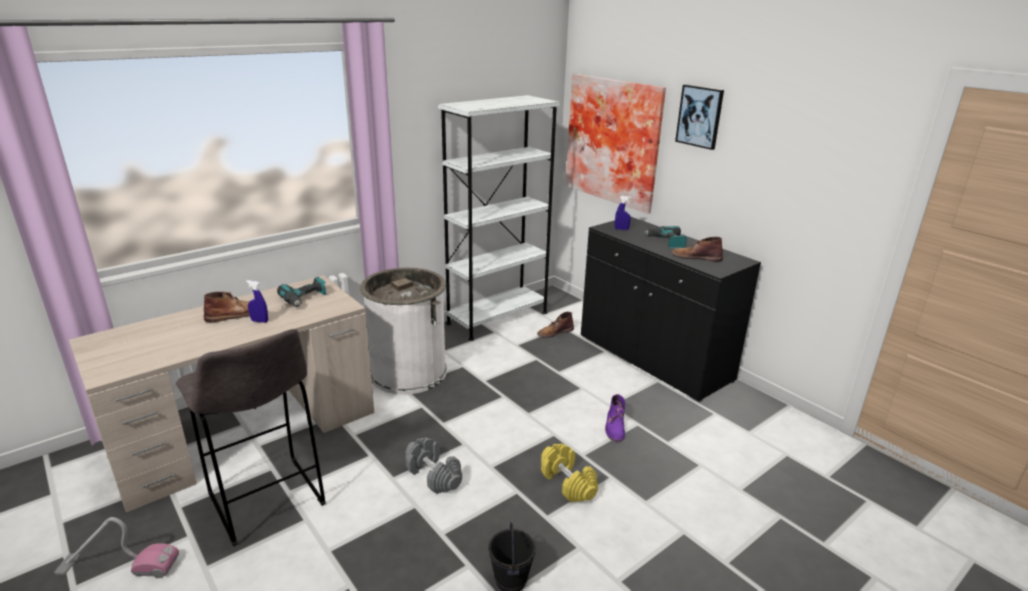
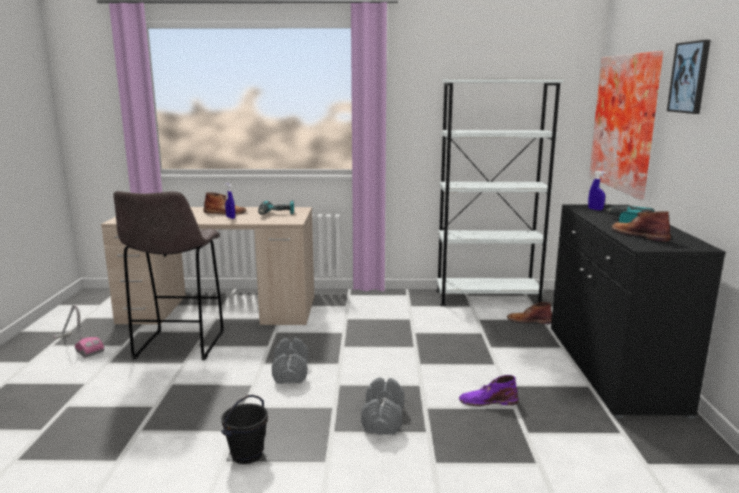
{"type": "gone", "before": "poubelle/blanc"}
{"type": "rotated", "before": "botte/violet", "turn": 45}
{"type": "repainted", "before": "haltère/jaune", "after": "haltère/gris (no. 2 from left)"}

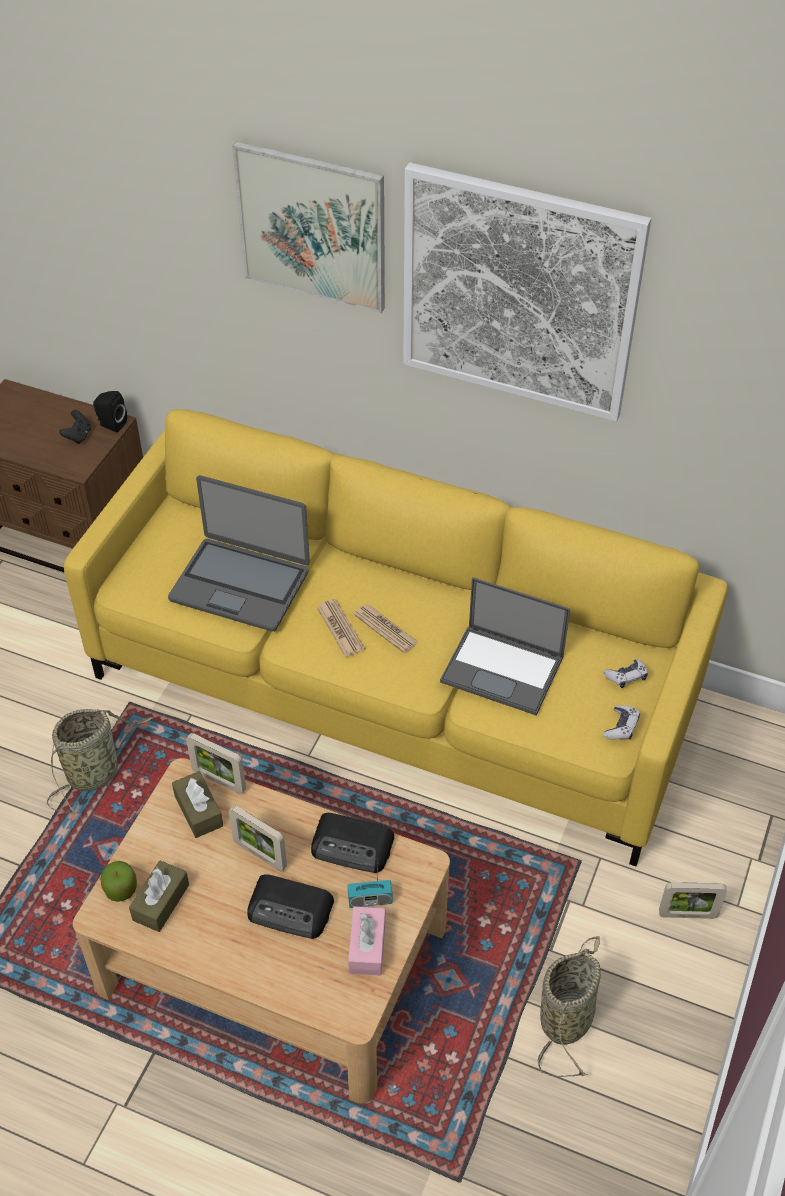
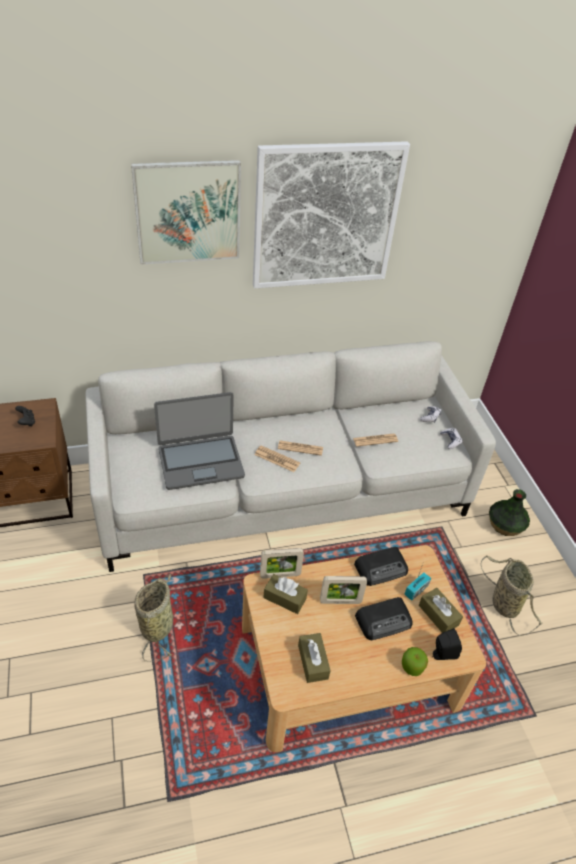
{"type": "shifted", "before": "enceinte/noir"}
{"type": "repainted", "before": "canapé/jaune", "after": "canapé/gris"}
{"type": "swapped", "before": "ordinateur portable (no. 2 from left)", "after": "journal (no. 3 from left)"}
{"type": "shifted", "before": "pomme"}
{"type": "swapped", "before": "cadre photo (no. 3 from left)", "after": "vase"}
{"type": "repainted", "before": "boîte à mouchoirs/rose", "after": "boîte à mouchoirs/marron (no. 3 from left)"}

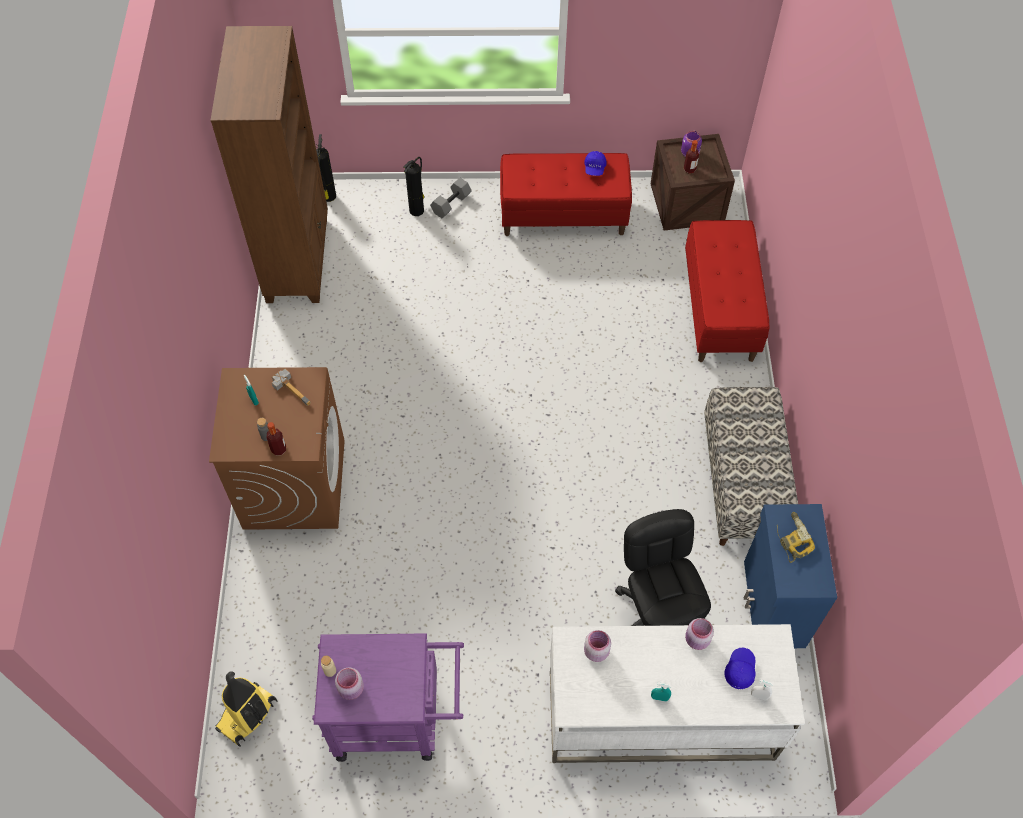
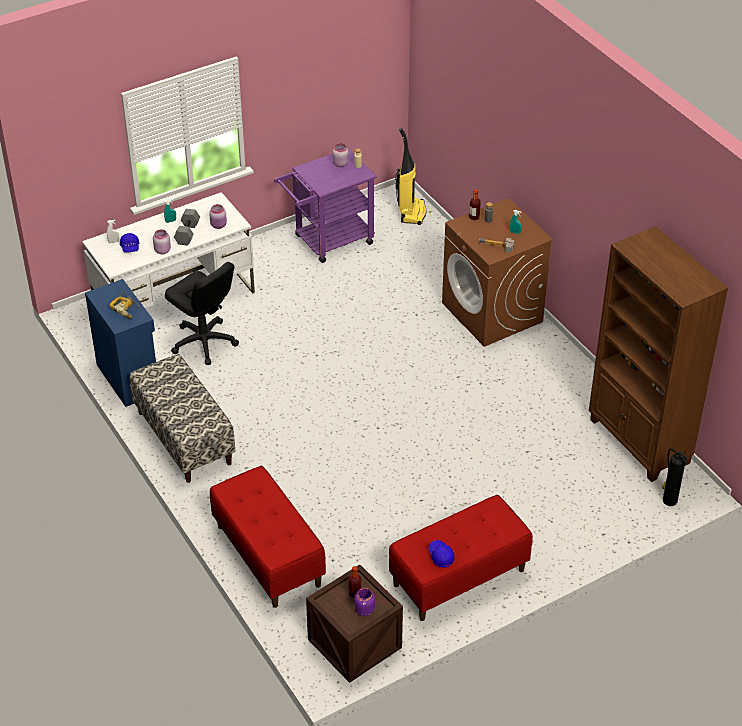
{"type": "gone", "before": "extincteur (no. 2 from left)"}
{"type": "shifted", "before": "haltère/gris"}

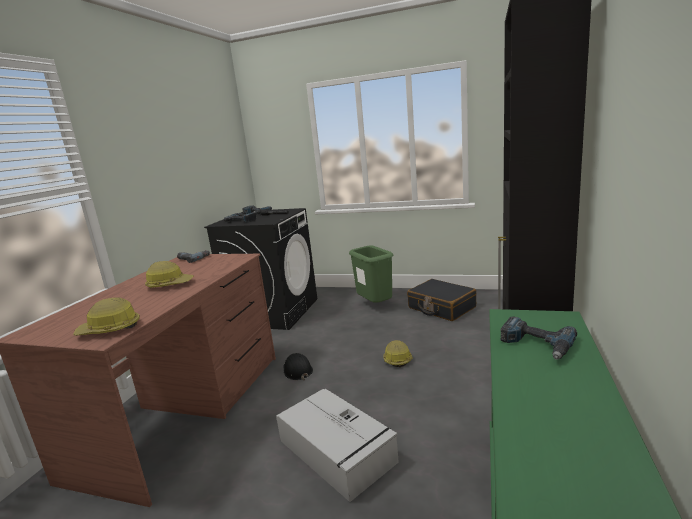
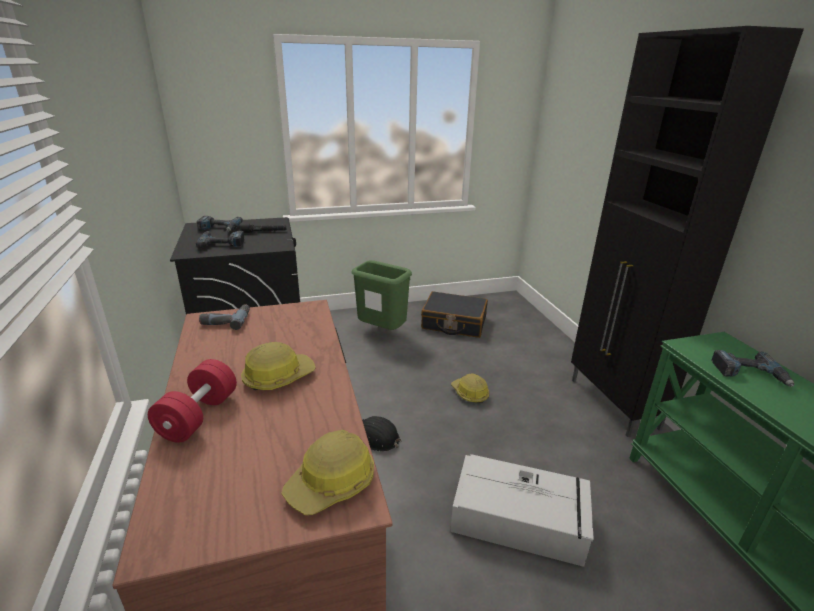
{"type": "new", "after": "haltère/rouge"}

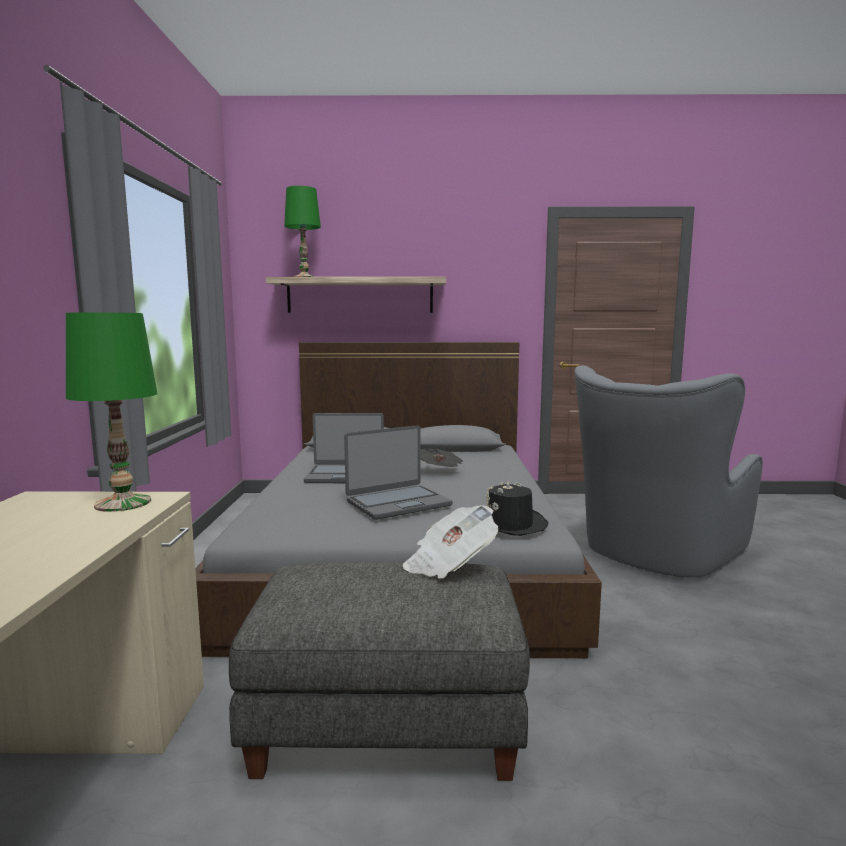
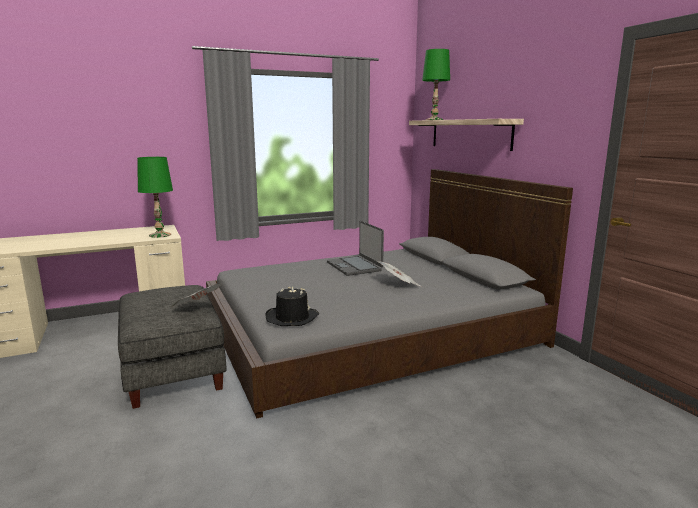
{"type": "gone", "before": "fauteuil/gris"}
{"type": "gone", "before": "ordinateur portable (no. 2 from left)"}

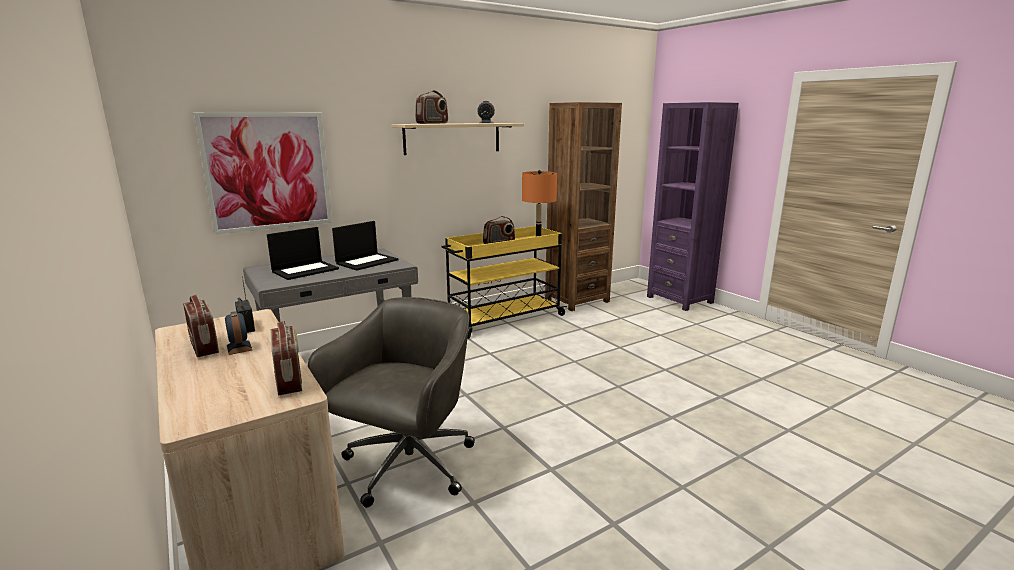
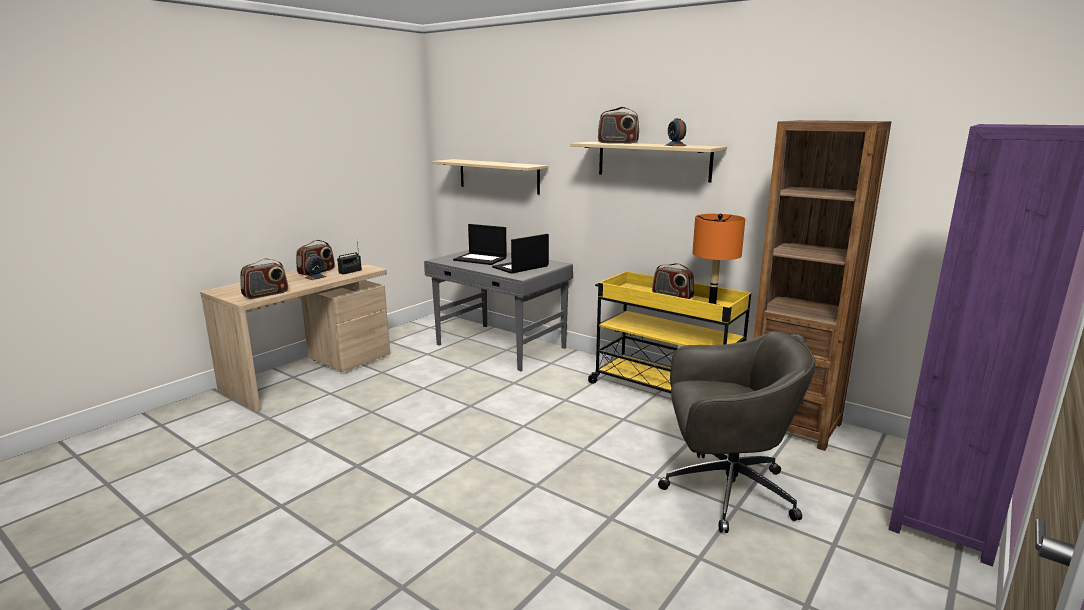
{"type": "swapped", "before": "tableau", "after": "étagère/beige (no. 1 from left)"}
{"type": "rotated", "before": "ordinateur portable (no. 2 from left)", "turn": 120}
{"type": "shifted", "before": "chaise de bureau/gris"}

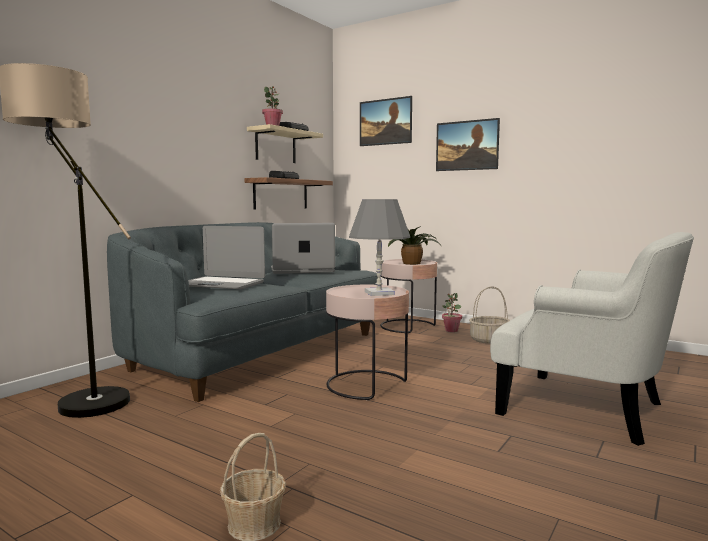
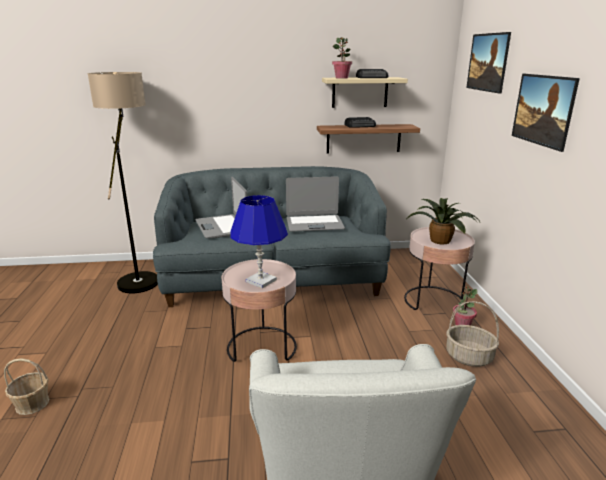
{"type": "repainted", "before": "lampe de table/gris", "after": "lampe de table/bleu"}
{"type": "rotated", "before": "ordinateur portable (no. 2 from left)", "turn": 135}

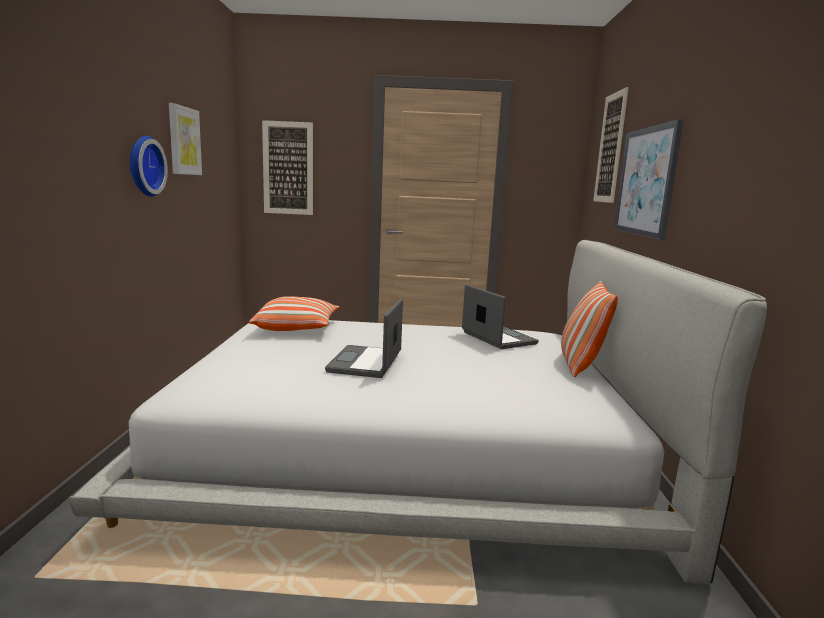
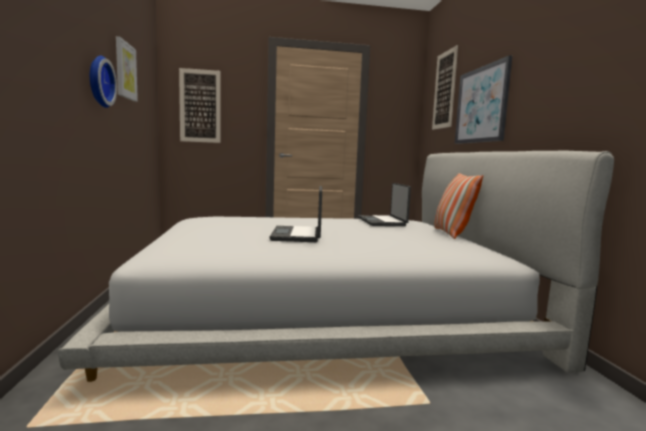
{"type": "rotated", "before": "ordinateur portable (no. 2 from left)", "turn": -150}
{"type": "gone", "before": "coussin (no. 1 from left)"}

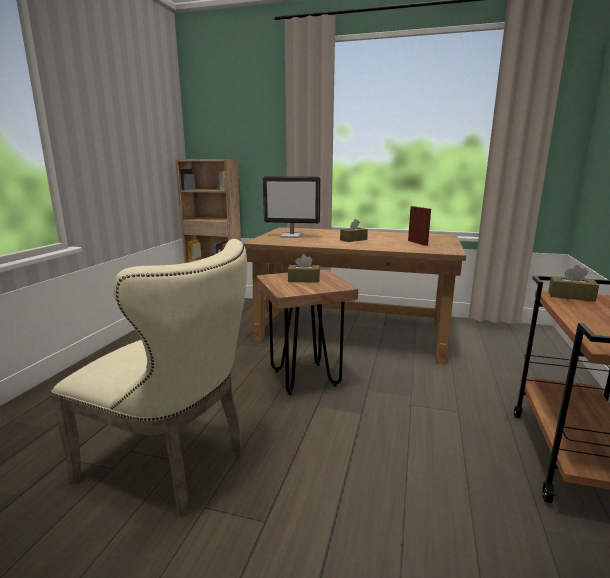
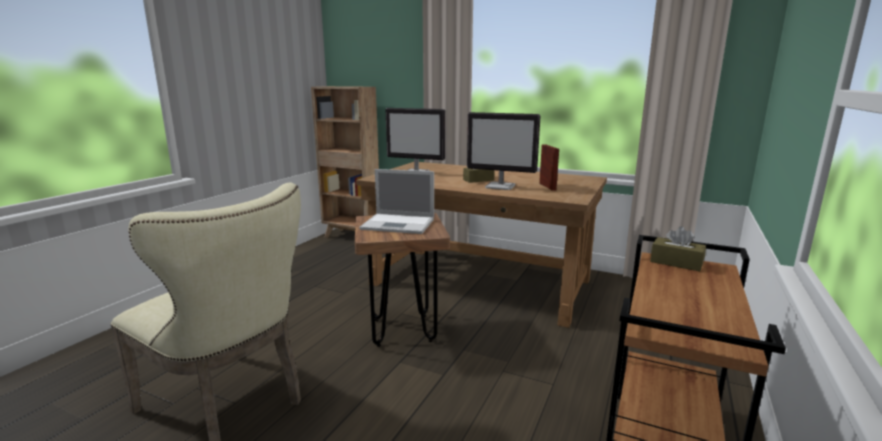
{"type": "swapped", "before": "boîte à mouchoirs/marron (no. 1 from left)", "after": "ordinateur portable"}
{"type": "new", "after": "écran d'ordinateur (no. 2 from left)"}

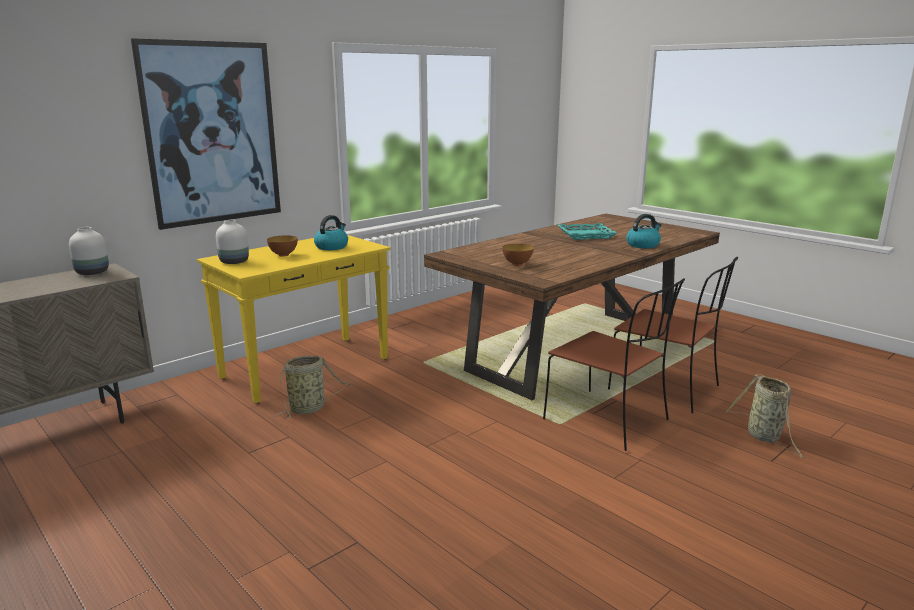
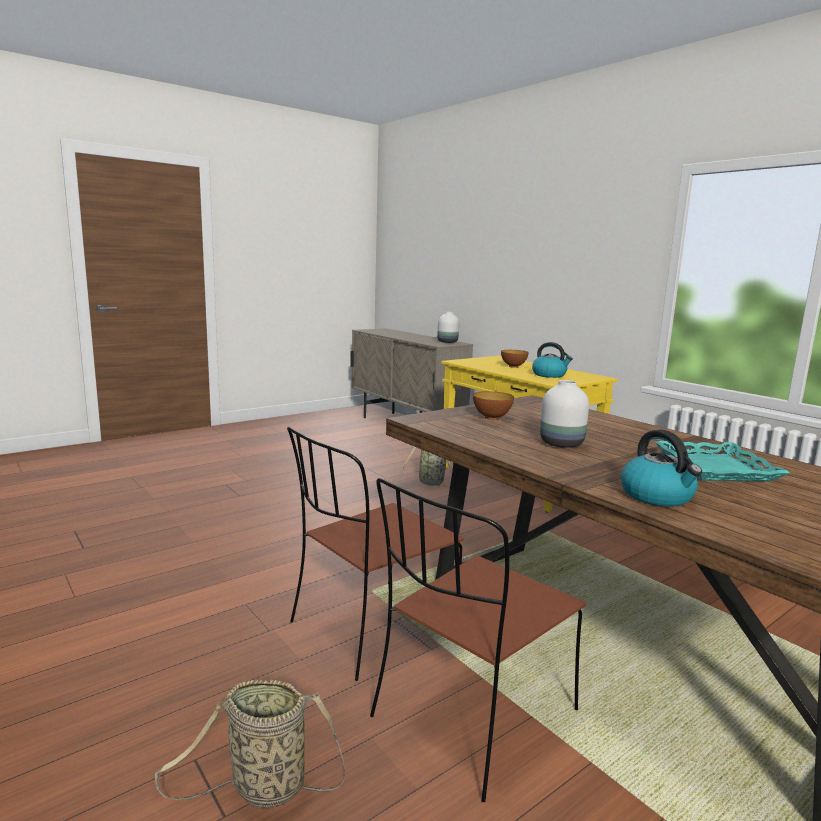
{"type": "gone", "before": "tableau"}
{"type": "shifted", "before": "vase/blanc (no. 2 from left)"}

